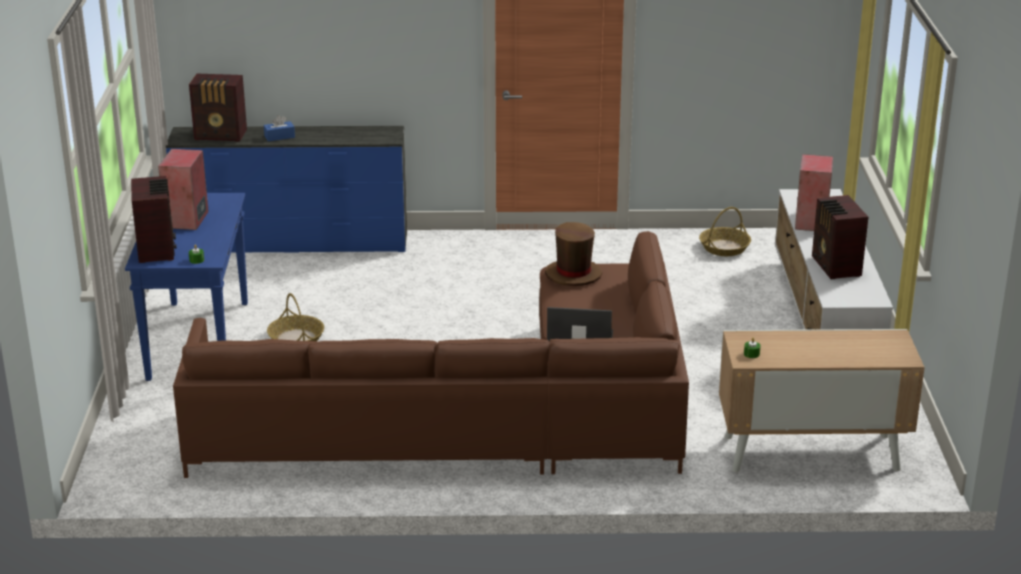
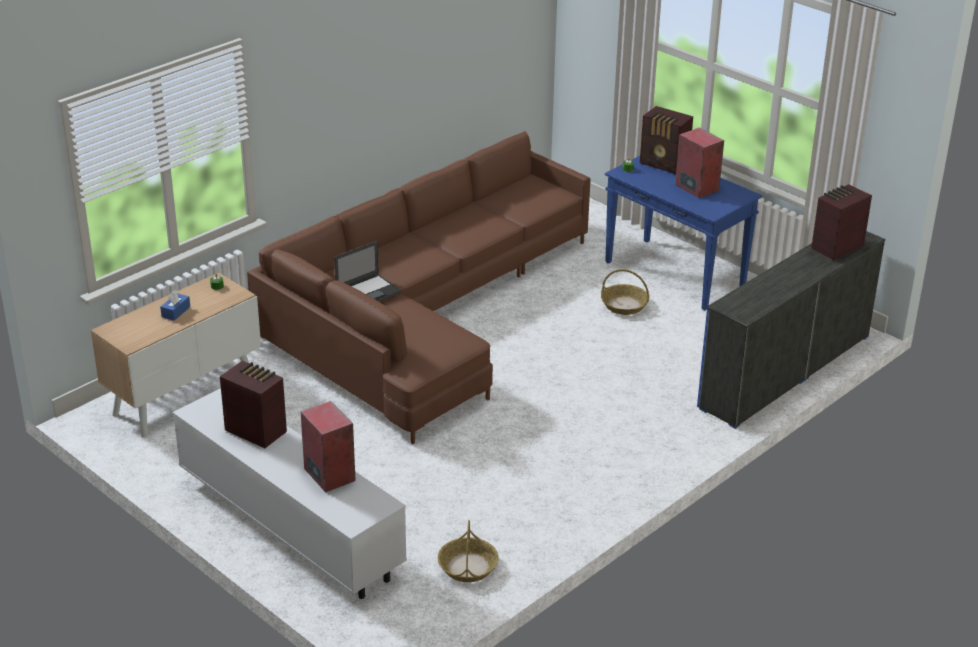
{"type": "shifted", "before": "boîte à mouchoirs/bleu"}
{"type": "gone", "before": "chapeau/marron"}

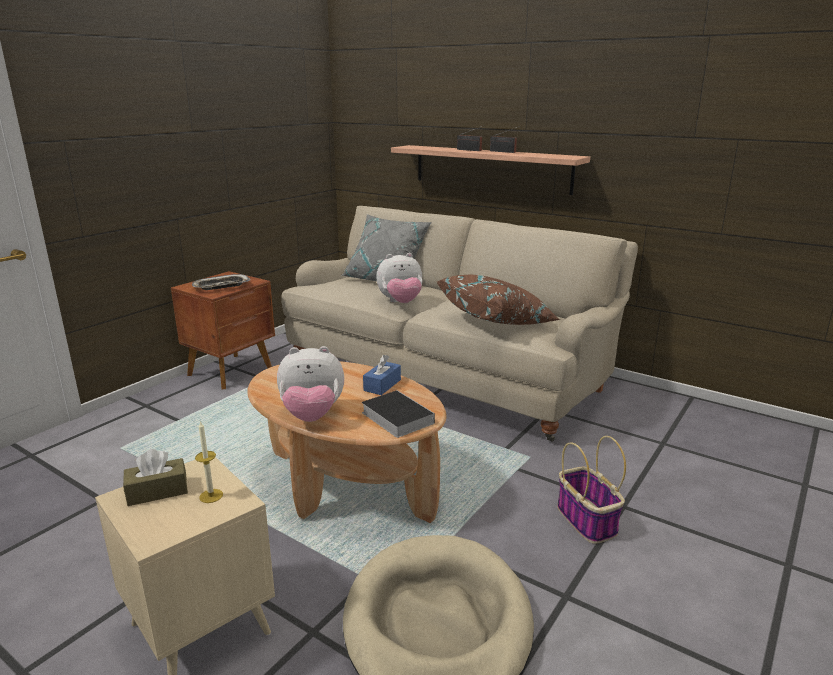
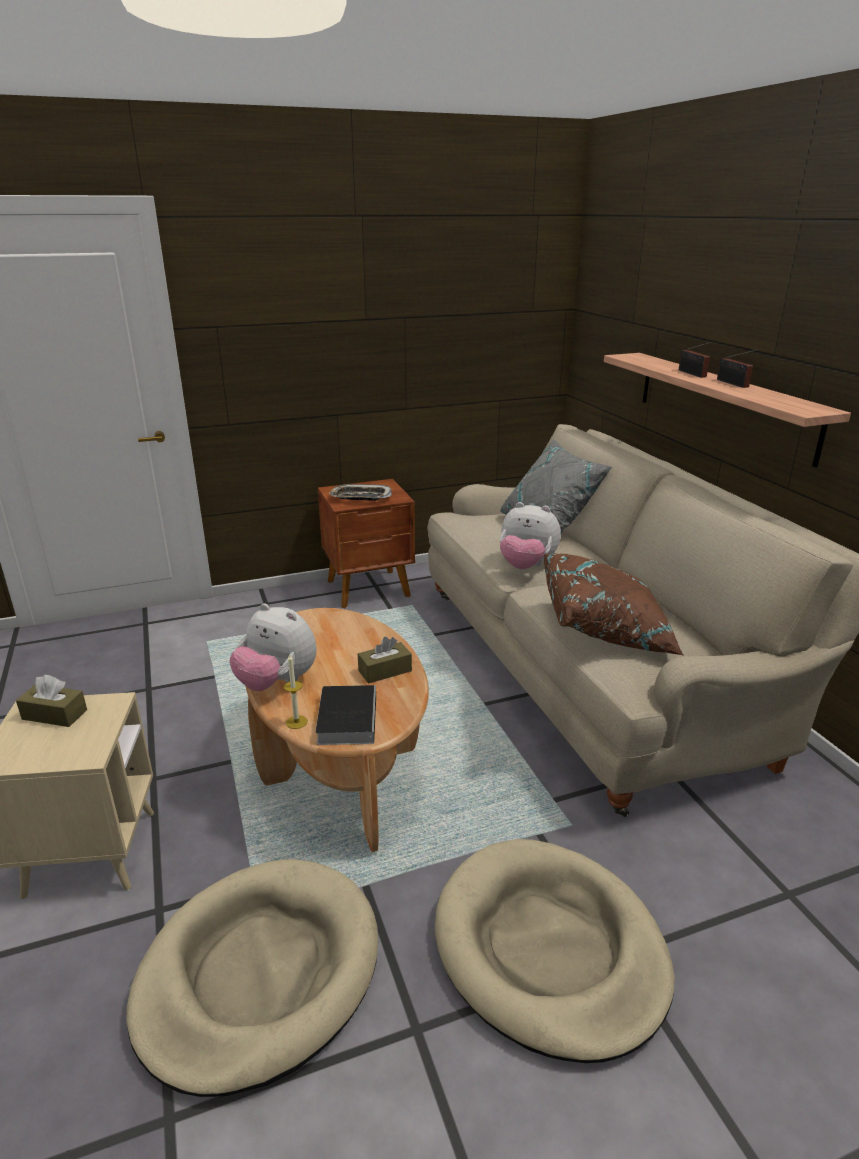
{"type": "repainted", "before": "boîte à mouchoirs/bleu", "after": "boîte à mouchoirs/marron (no. 2 from left)"}
{"type": "shifted", "before": "bougie"}
{"type": "swapped", "before": "panier", "after": "panier pour chien/beige (no. 2 from left)"}

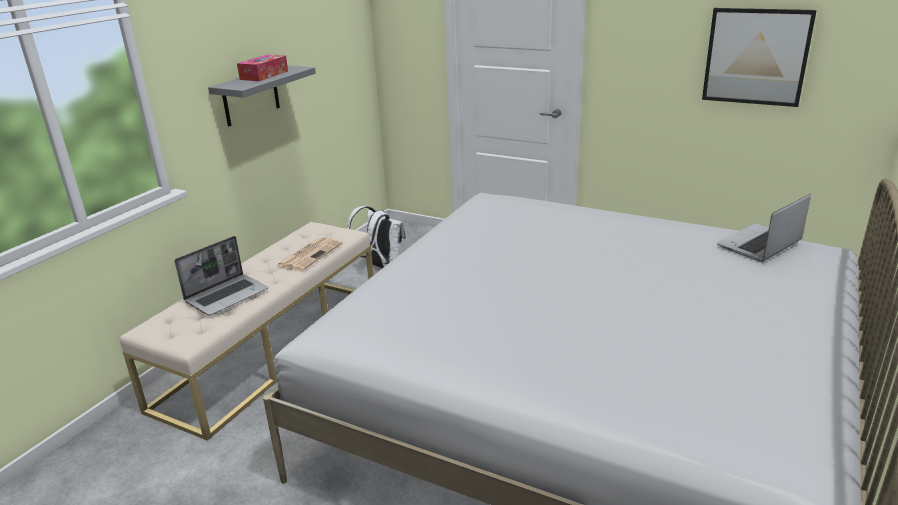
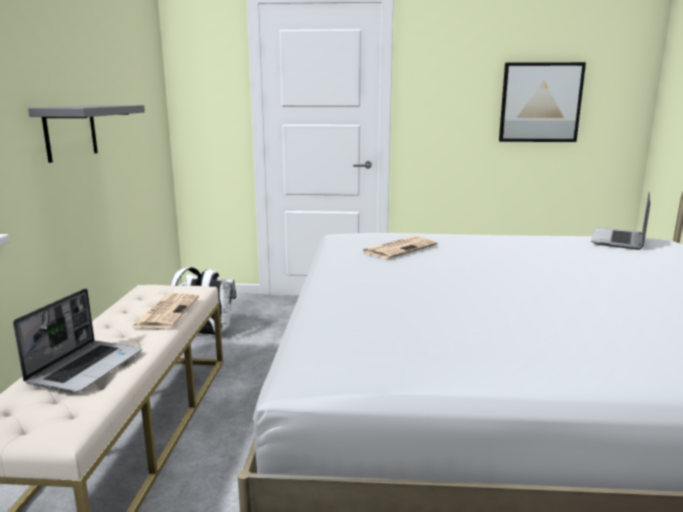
{"type": "gone", "before": "boîte à mouchoirs"}
{"type": "new", "after": "journal (no. 2 from left)"}

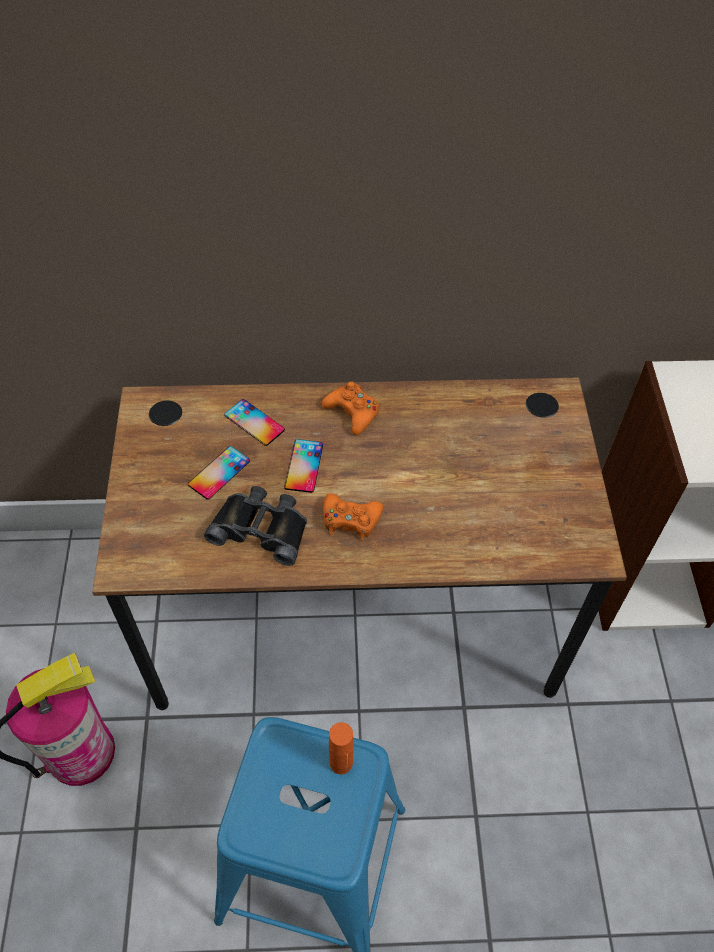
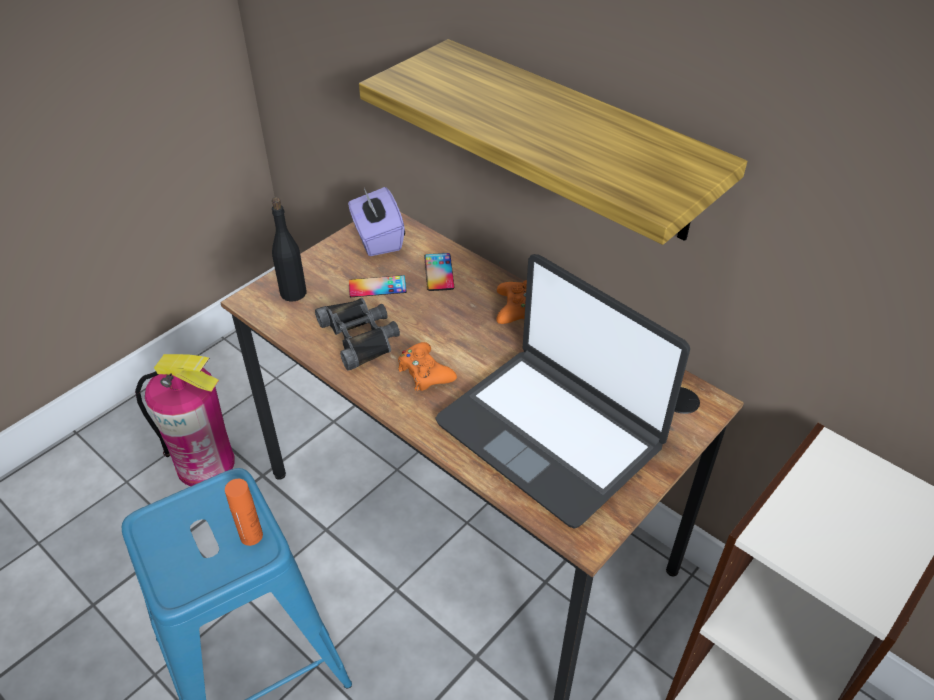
{"type": "gone", "before": "téléphone (no. 3 from left)"}
{"type": "new", "after": "étagère"}
{"type": "new", "after": "boîte à mouchoirs/violet"}
{"type": "new", "after": "bouteille/noir"}
{"type": "new", "after": "ordinateur portable"}

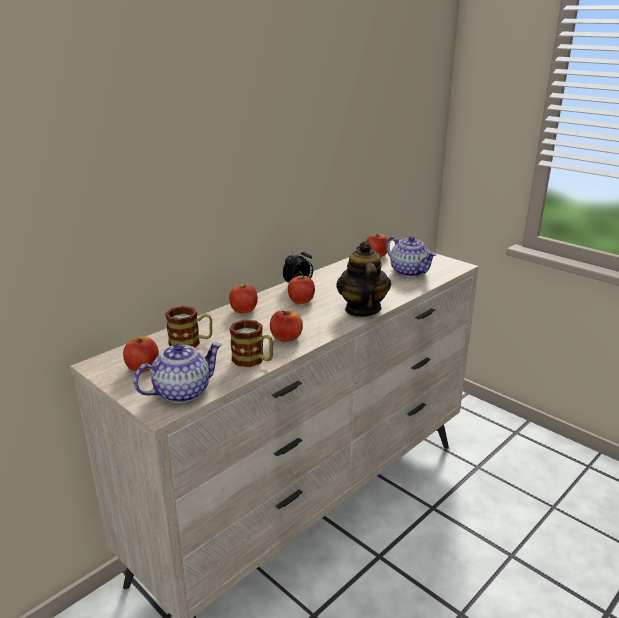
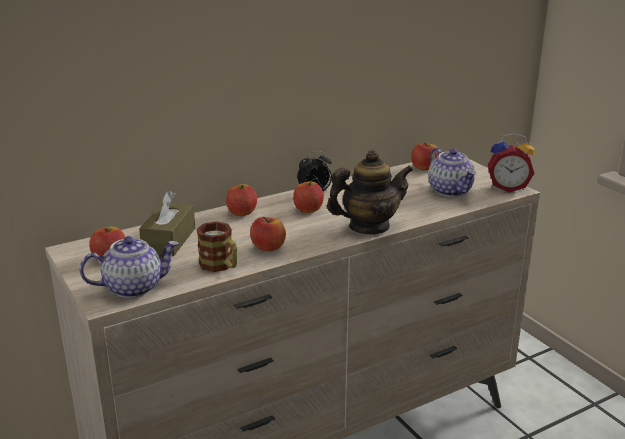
{"type": "rotated", "before": "théière (no. 2 from left)", "turn": 60}
{"type": "swapped", "before": "mug (no. 1 from left)", "after": "boîte à mouchoirs/marron"}
{"type": "new", "after": "réveil (no. 2 from left)"}

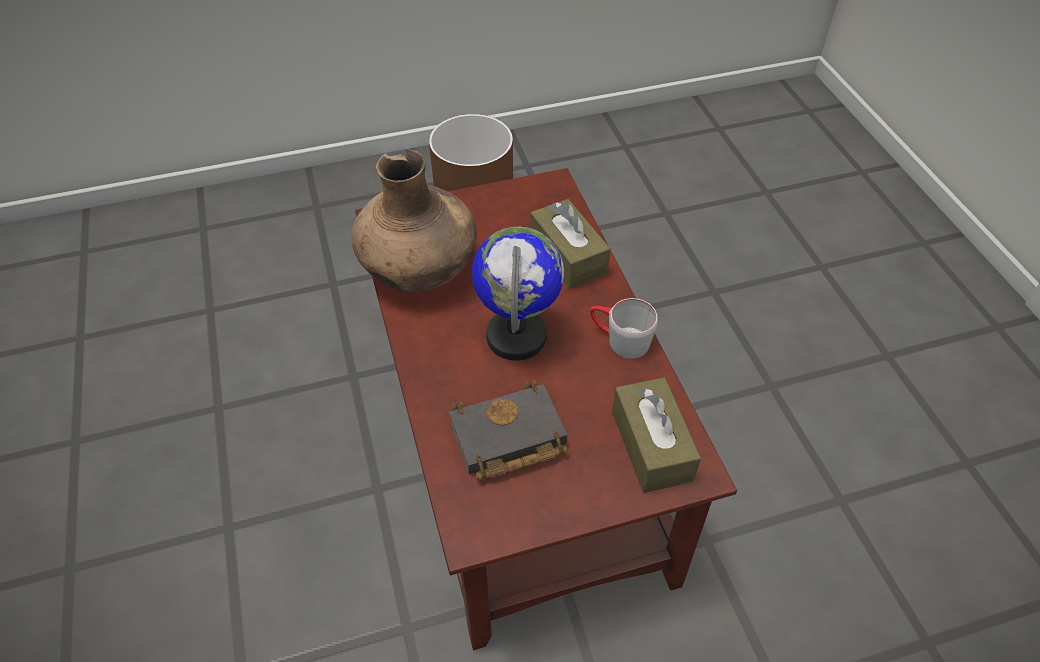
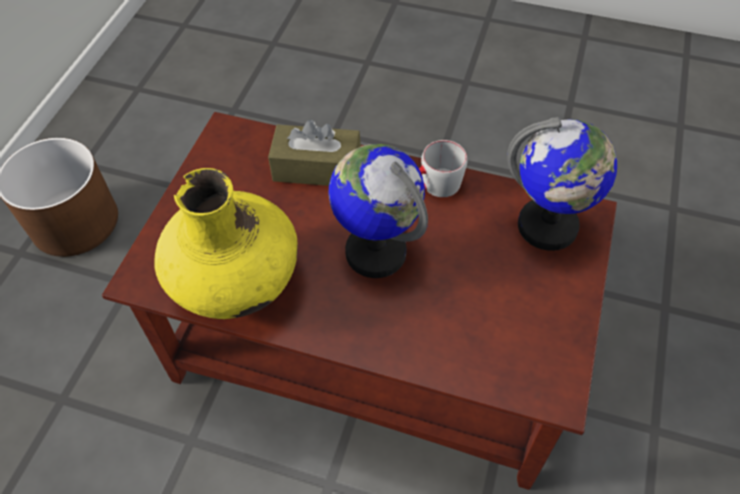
{"type": "repainted", "before": "vase/marron", "after": "vase/jaune"}
{"type": "swapped", "before": "boîte à mouchoirs/marron (no. 2 from left)", "after": "globe (no. 2 from left)"}
{"type": "gone", "before": "livre/noir"}

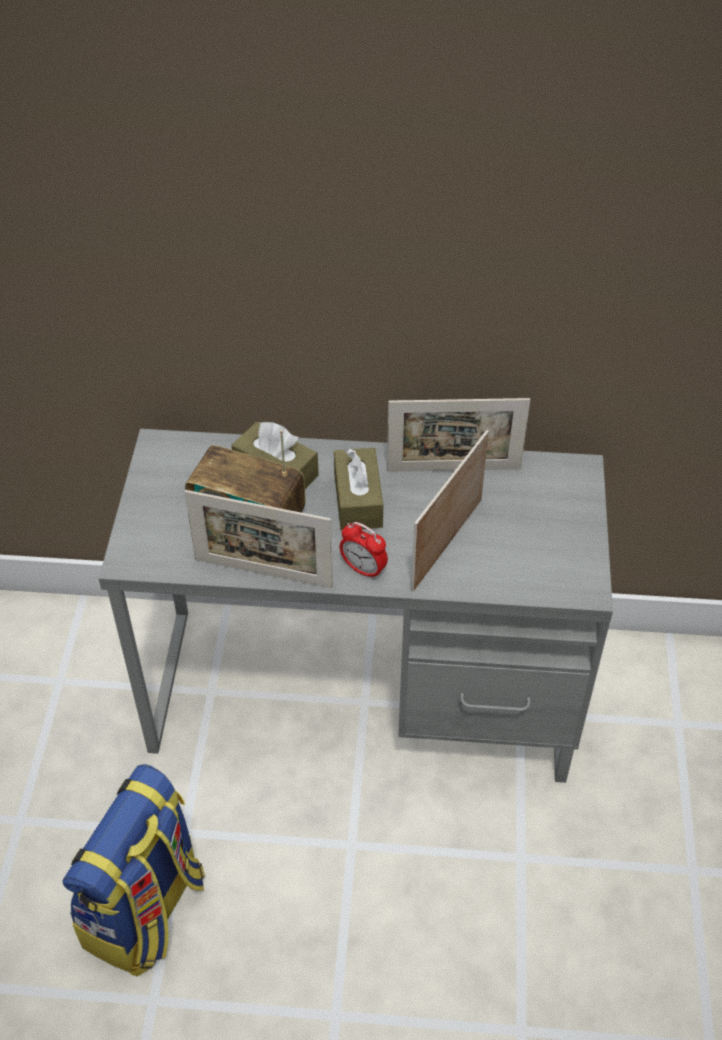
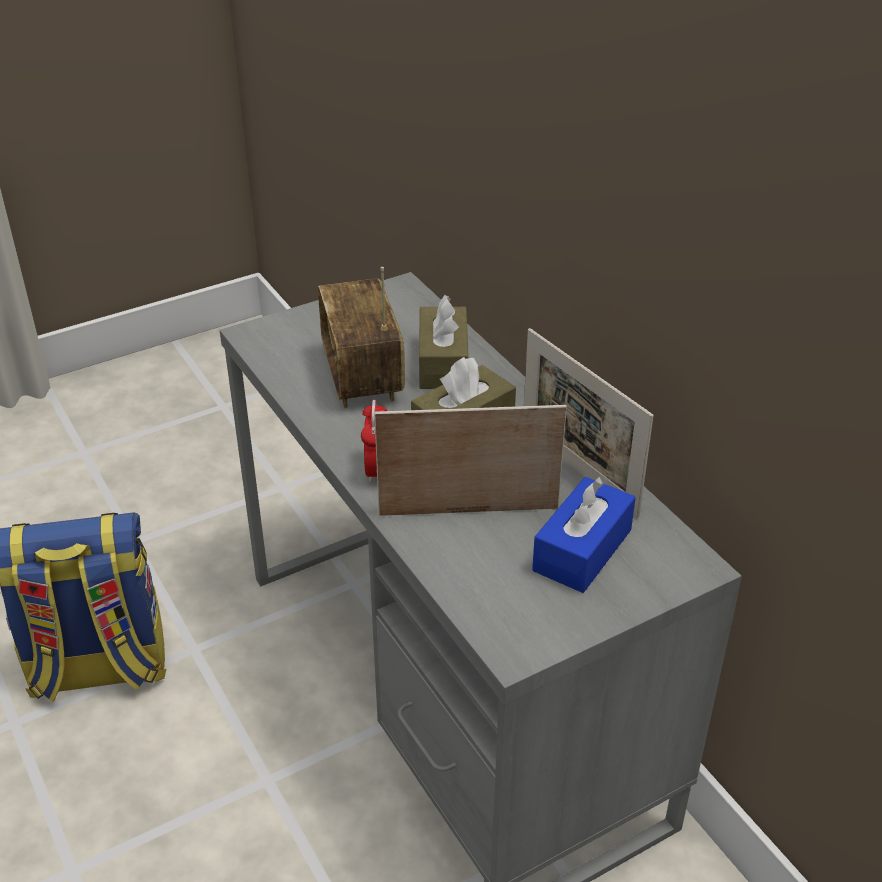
{"type": "gone", "before": "cadre photo (no. 1 from left)"}
{"type": "new", "after": "boîte à mouchoirs/bleu"}

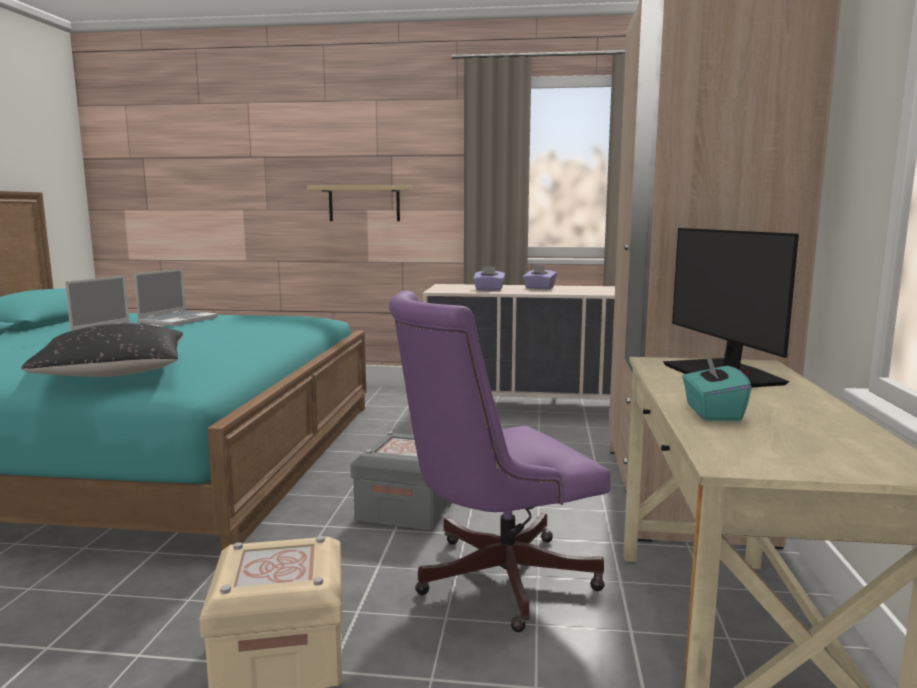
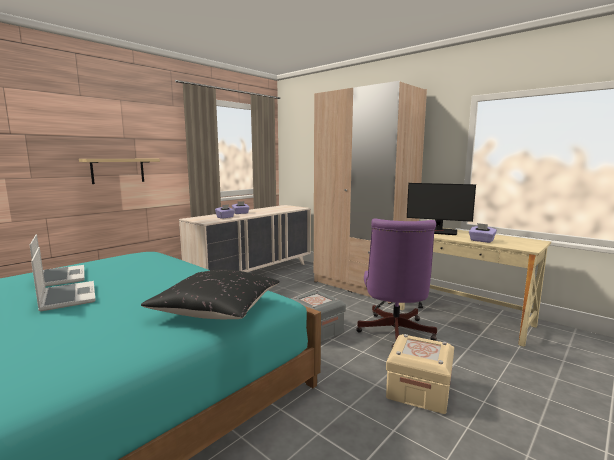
{"type": "repainted", "before": "boîte à mouchoirs/turquoise", "after": "boîte à mouchoirs/violet (no. 3 from left)"}

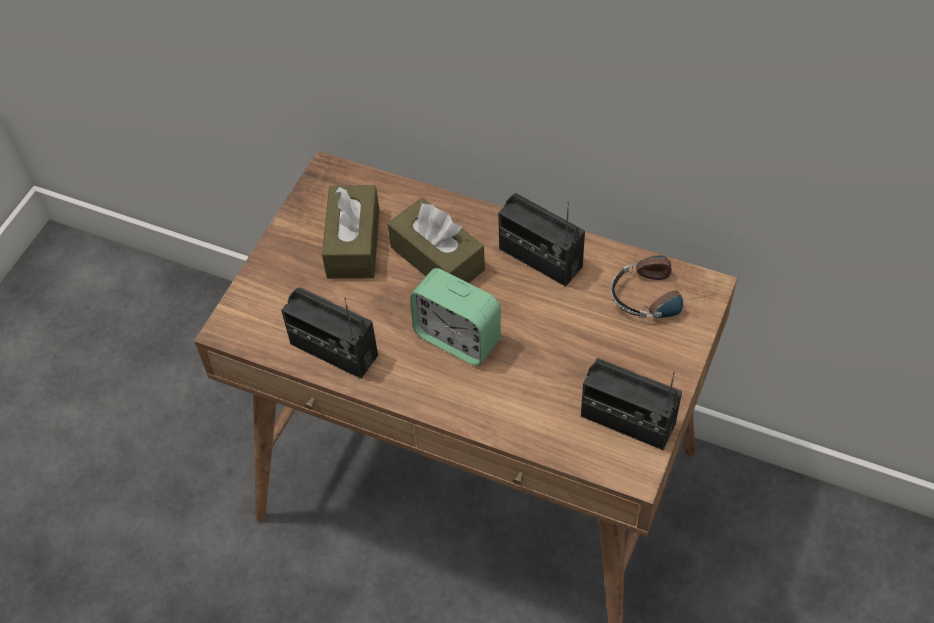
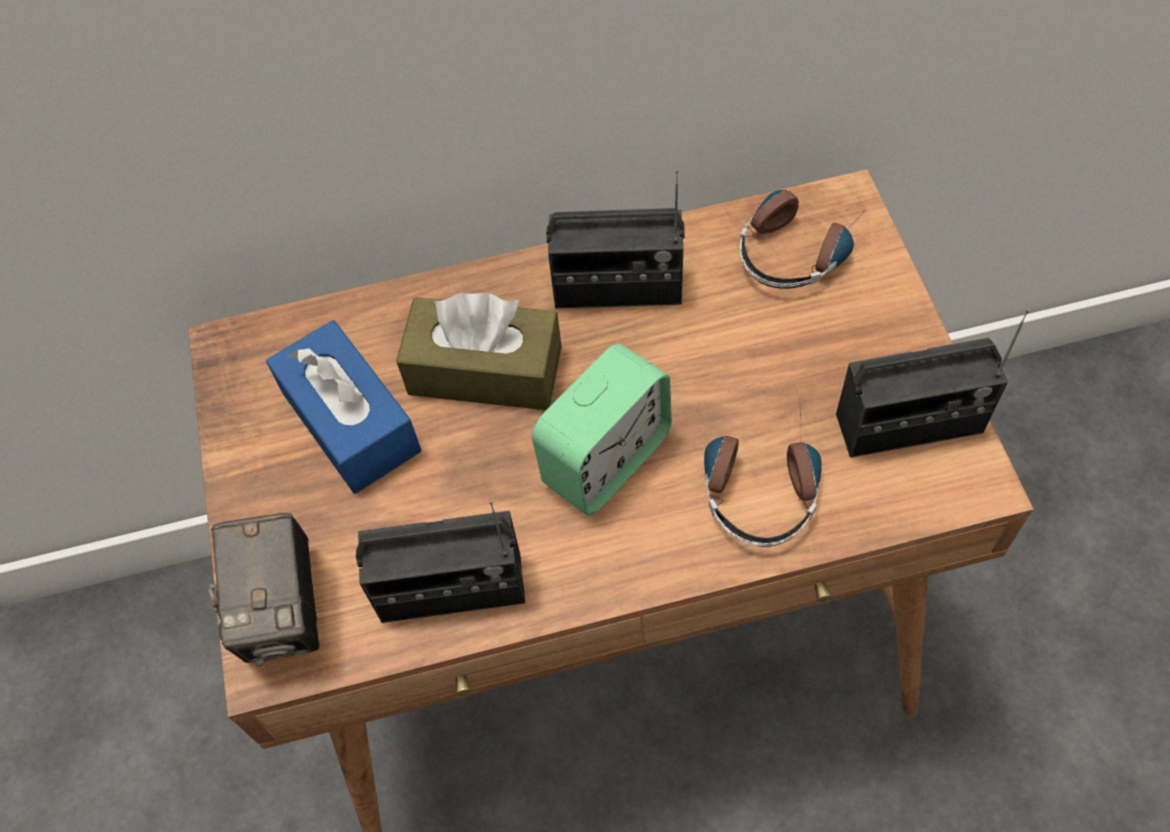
{"type": "repainted", "before": "boîte à mouchoirs/marron (no. 1 from left)", "after": "boîte à mouchoirs/bleu"}
{"type": "rotated", "before": "réveil", "turn": -45}
{"type": "new", "after": "casque audio (no. 1 from left)"}
{"type": "new", "after": "appareil photo"}

